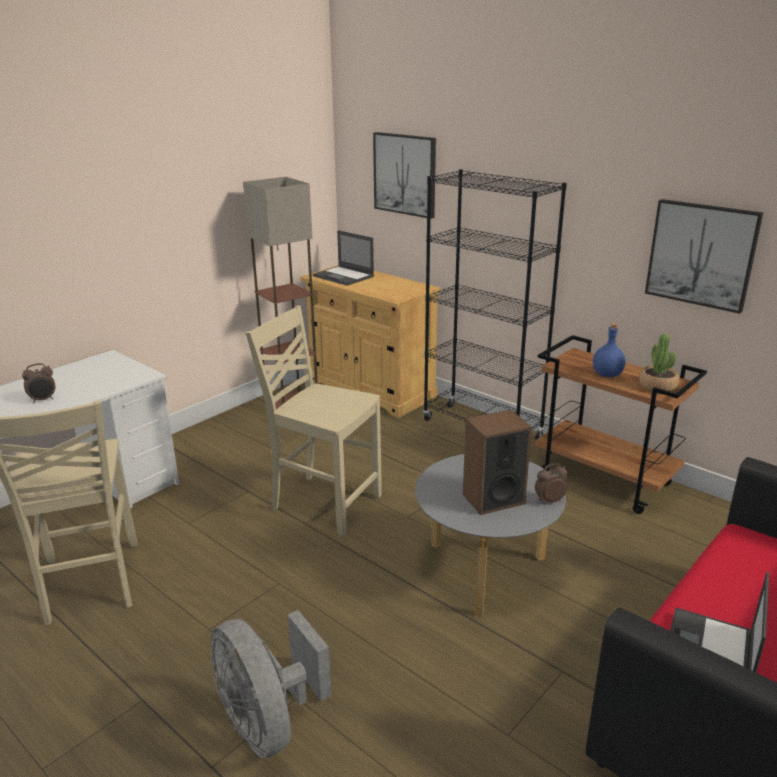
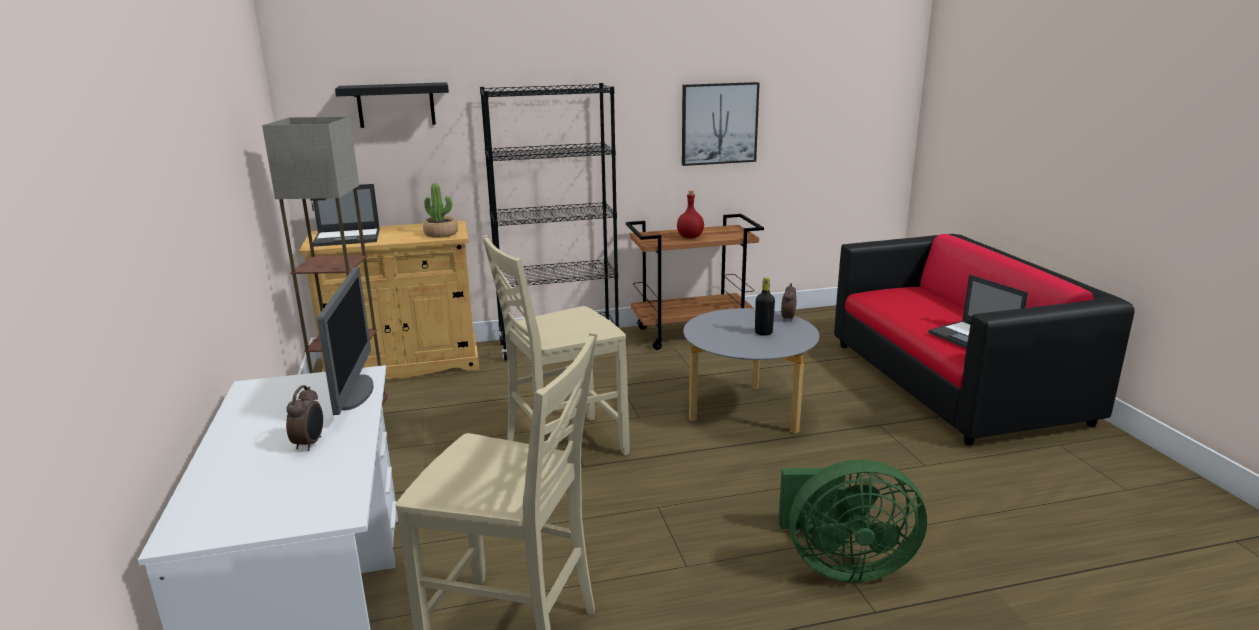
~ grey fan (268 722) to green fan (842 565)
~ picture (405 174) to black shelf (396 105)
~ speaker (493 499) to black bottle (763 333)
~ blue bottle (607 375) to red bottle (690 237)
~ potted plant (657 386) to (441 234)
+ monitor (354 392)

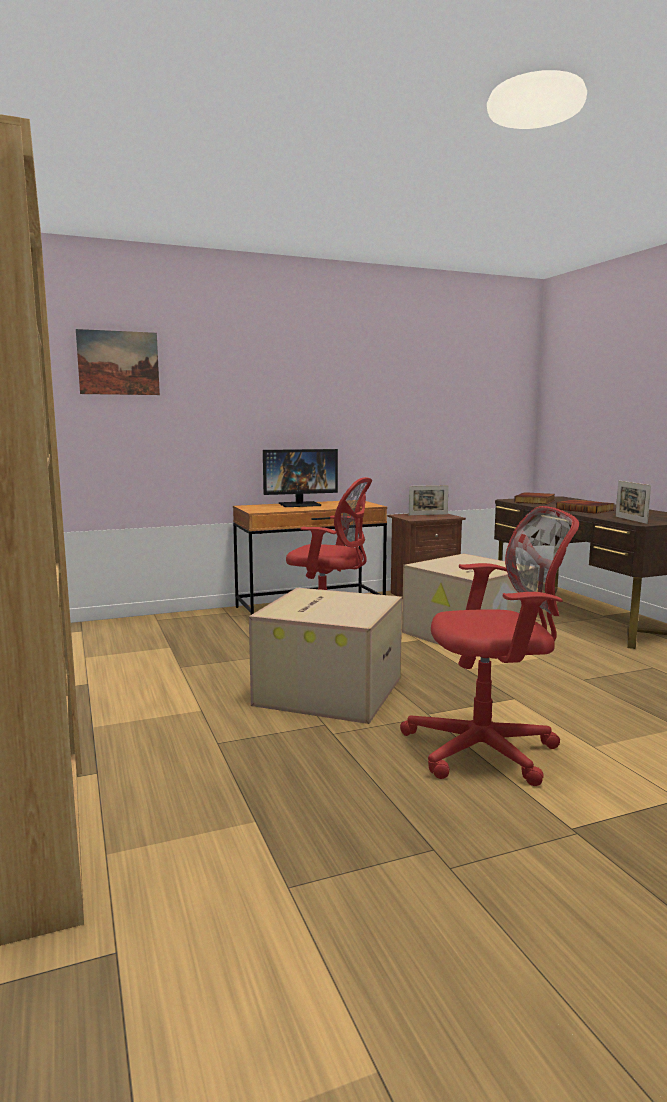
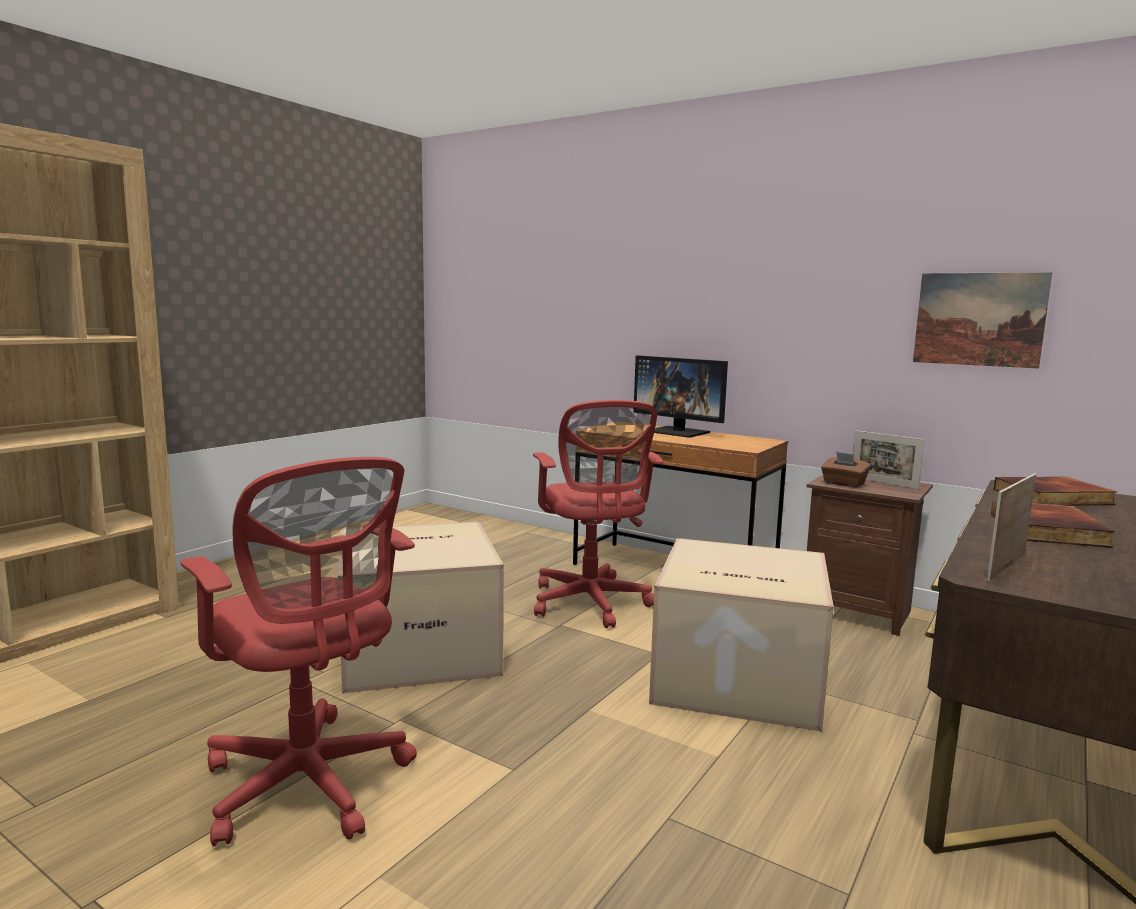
~ picture (118 363) to (979 319)
+ brown tissue box (843 484)

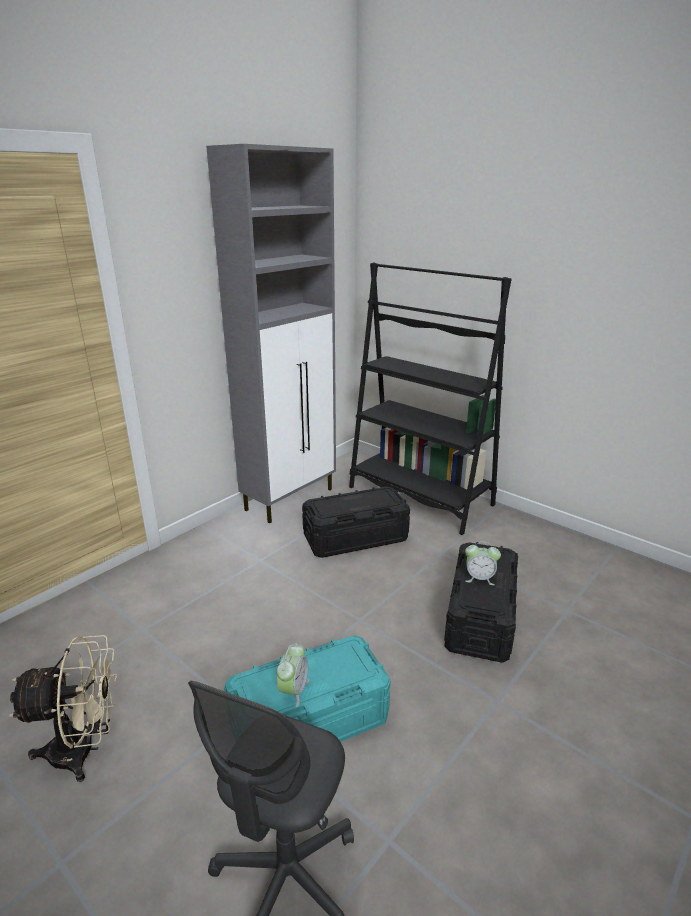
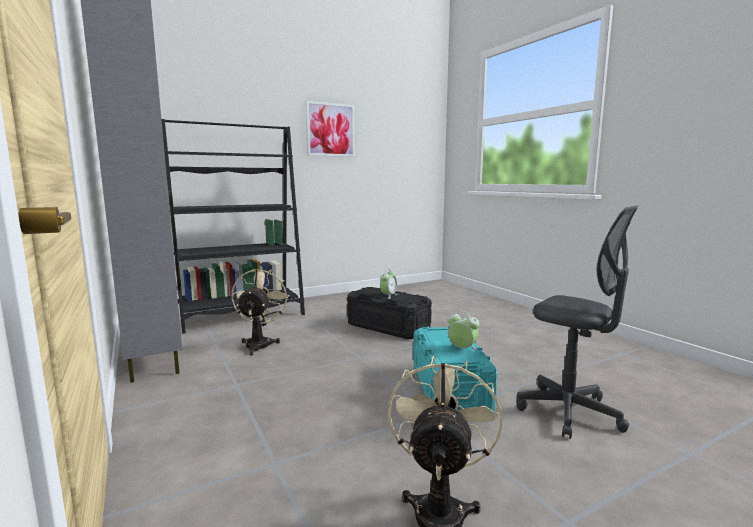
~ black storage box (355 537) to beige fan (260 343)
+ picture (330 130)

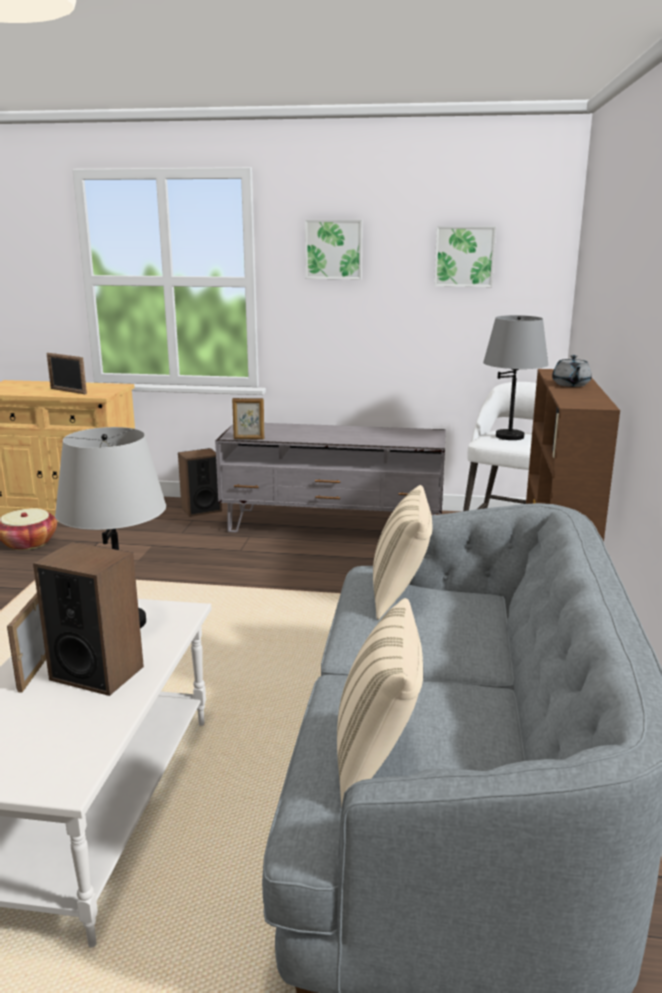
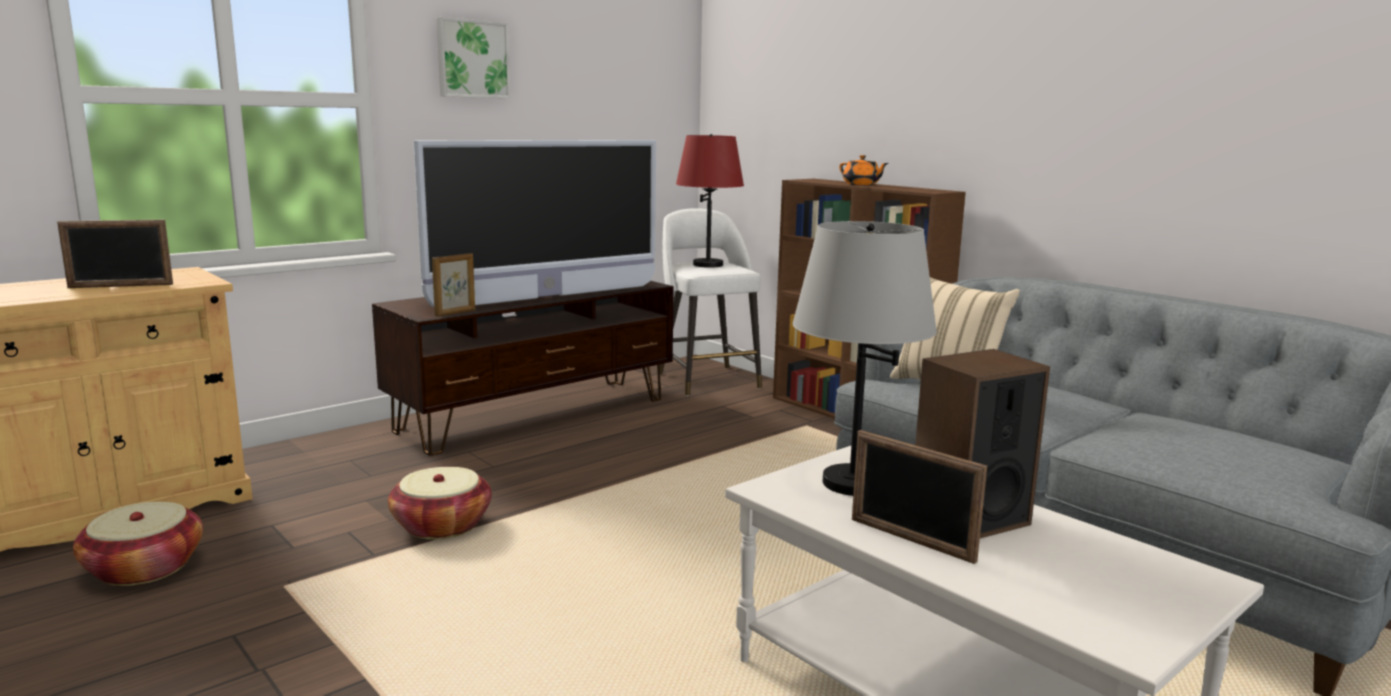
- speaker (201 509)
~ grey tv stand (333 526) to brown tv stand (536 415)
- beige pillow (378 760)
- picture (464 256)
~ grey table lamp (510 436) to red table lamp (707 265)
~ grey teapot (570 385) to orange teapot (861 184)
+ basket (442 525)
+ television (547 297)

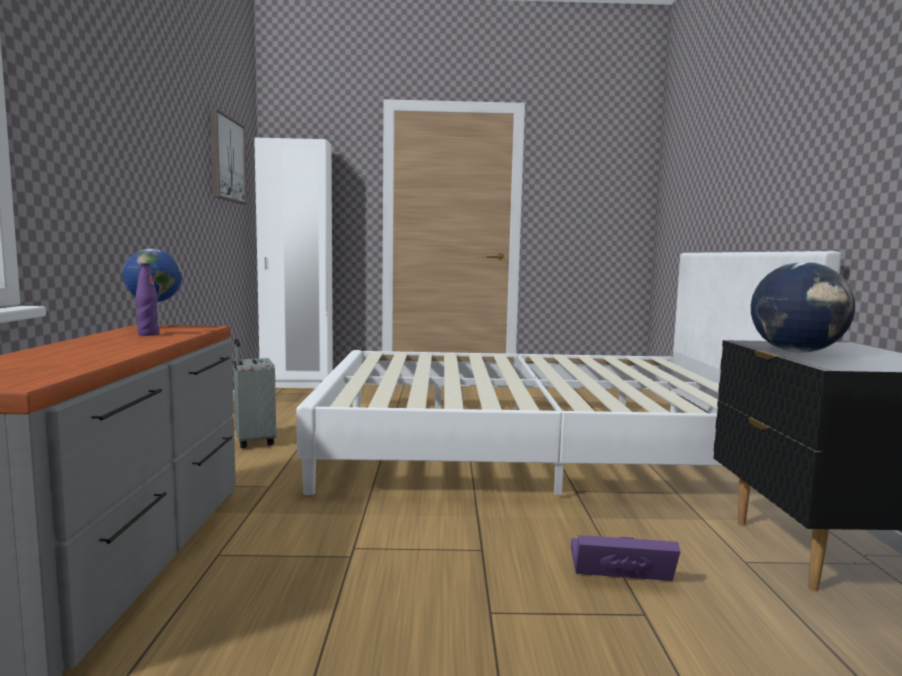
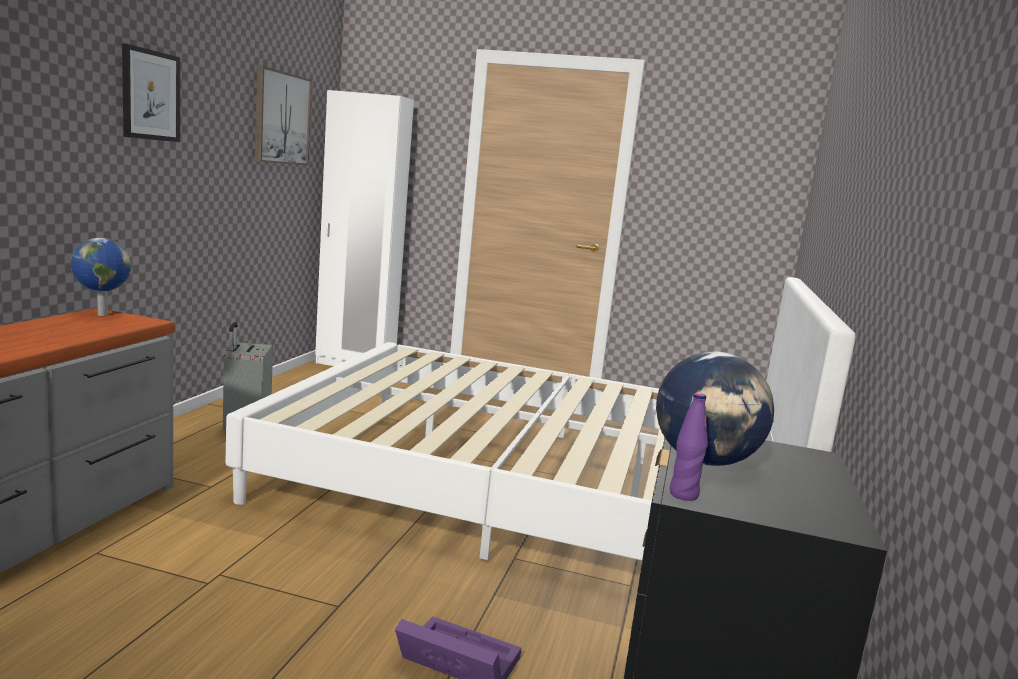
~ purple bottle (148 334) to (683 495)
+ picture (151 95)

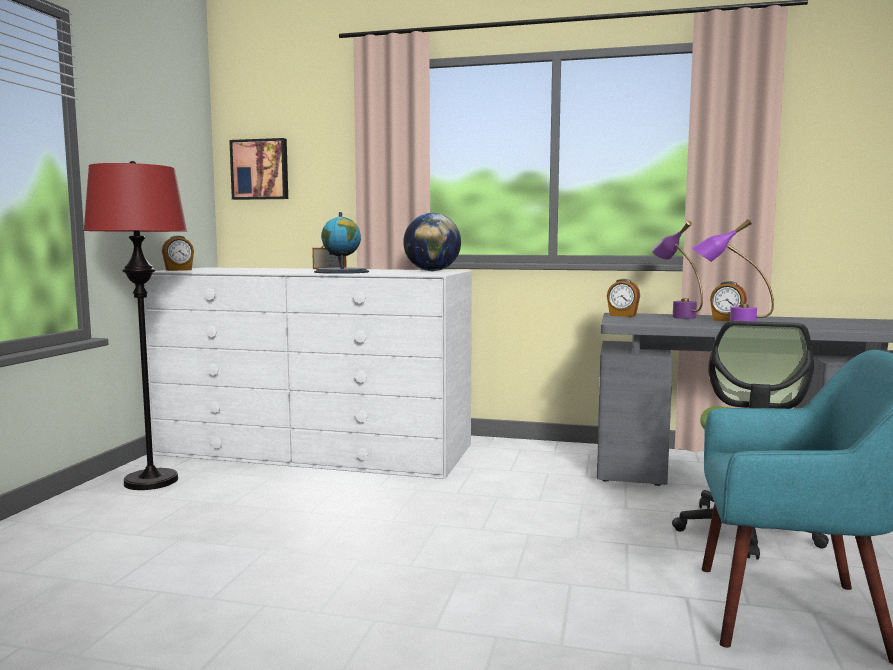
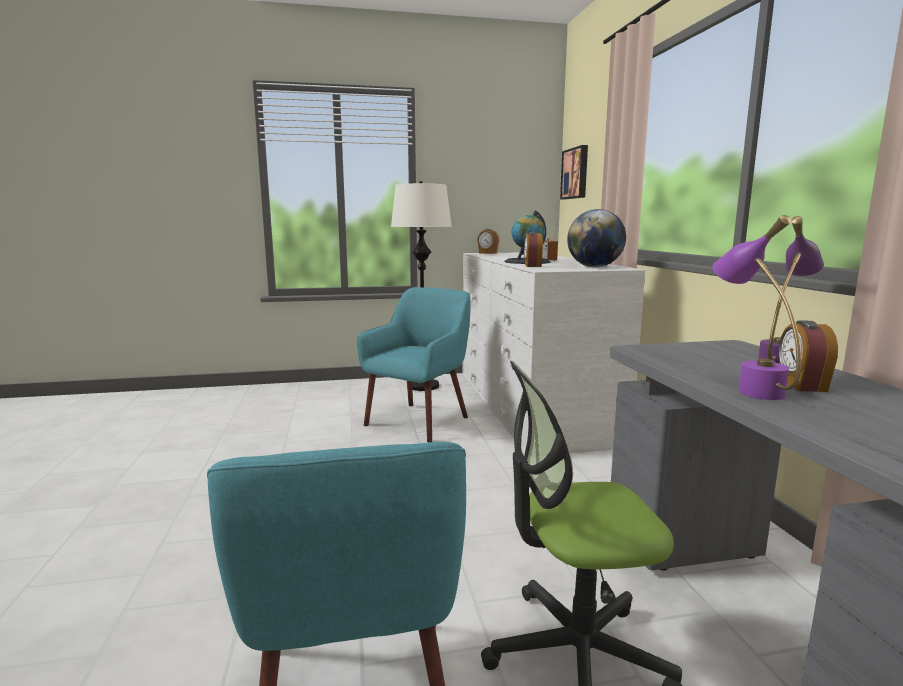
~ red floor lamp (151 481) to white floor lamp (423 386)
~ alarm clock (622 315) to (532 266)
+ turquoise armchair (419 421)

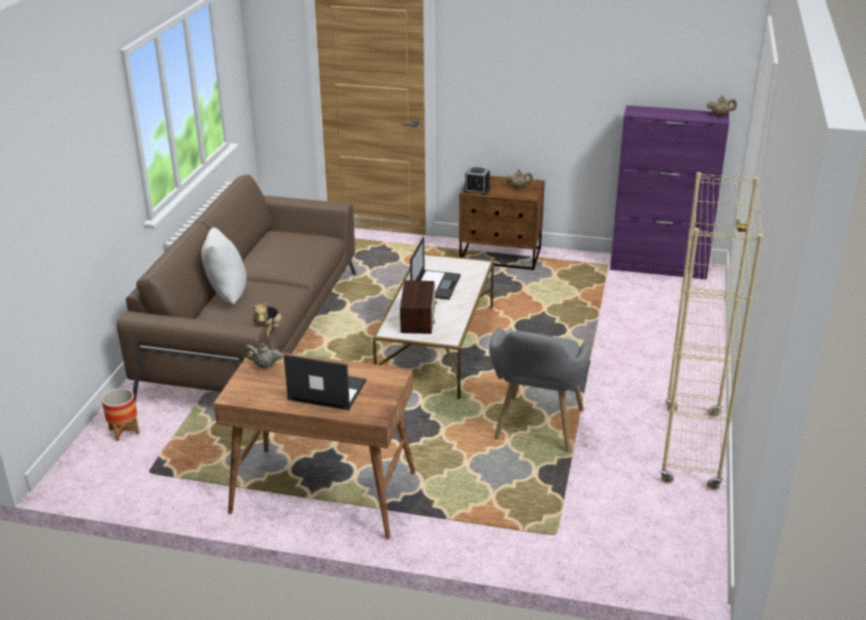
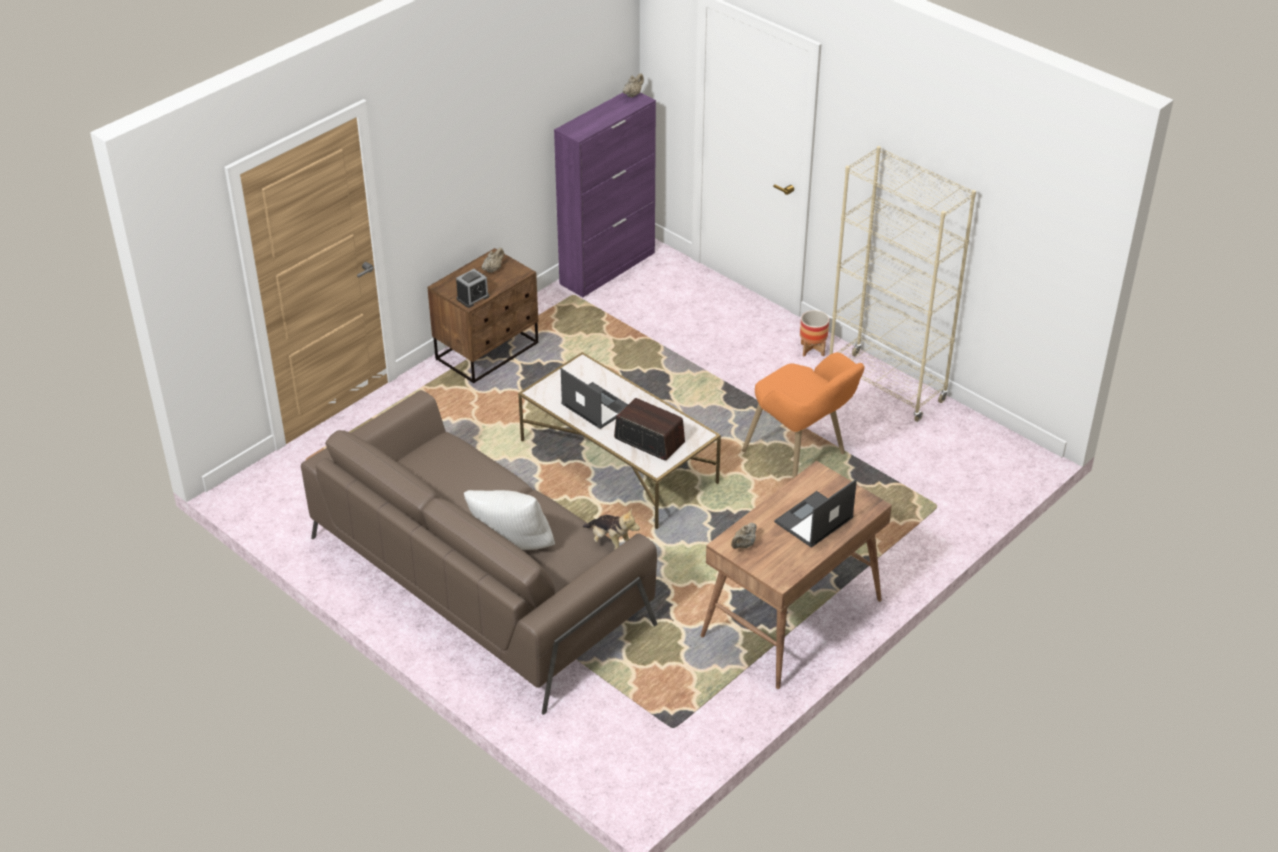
~ planter (124 431) to (812 349)
~ grey armchair (536 433) to orange armchair (803 459)

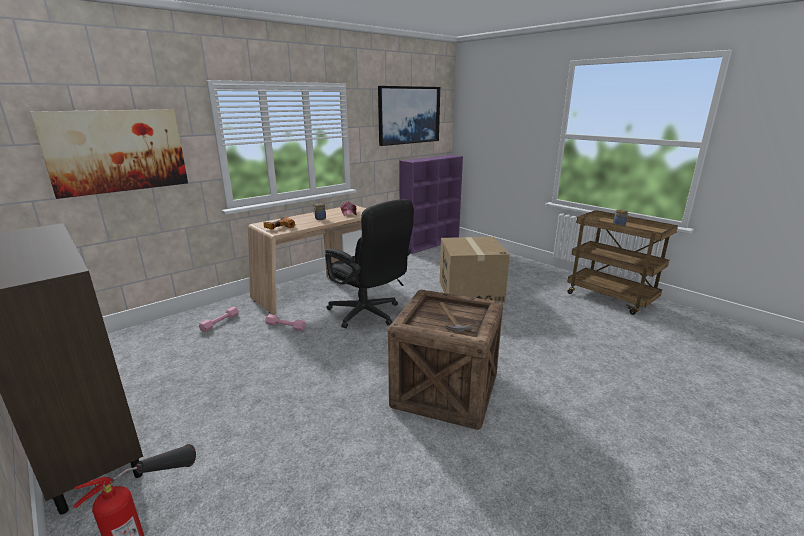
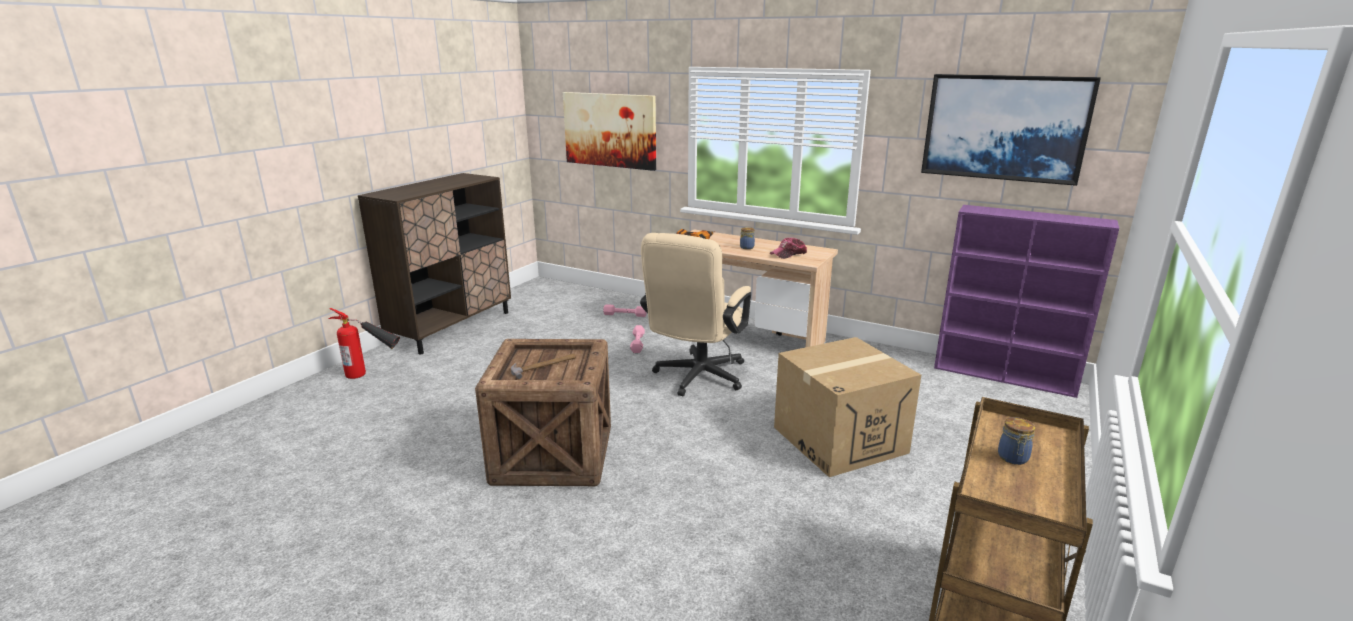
~ black office chair (369 315) to beige office chair (696 379)

